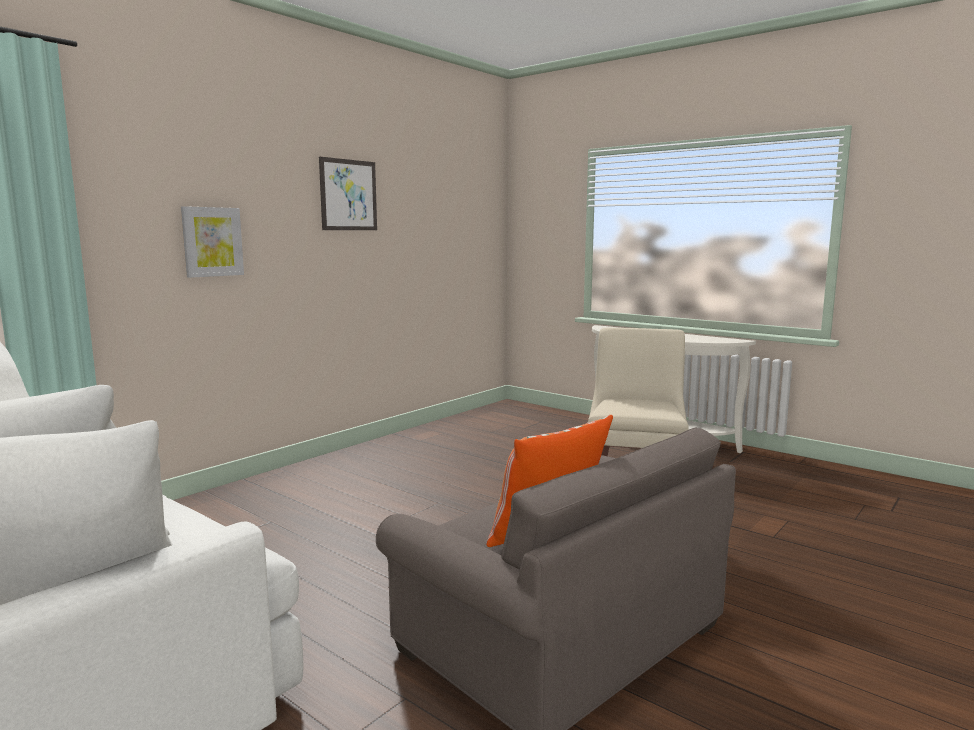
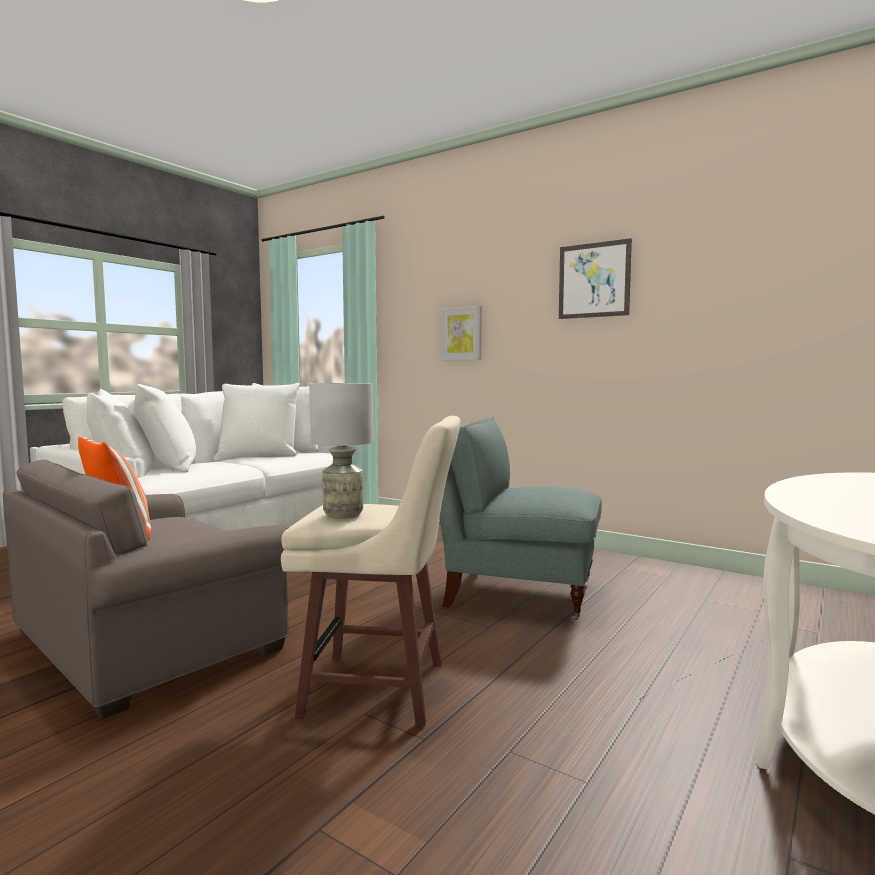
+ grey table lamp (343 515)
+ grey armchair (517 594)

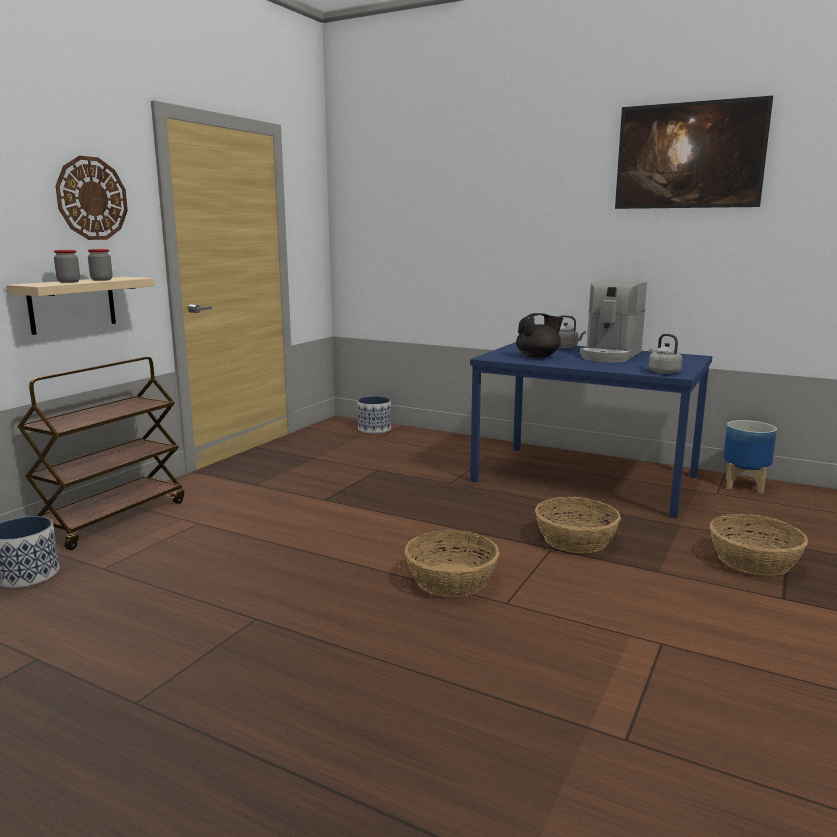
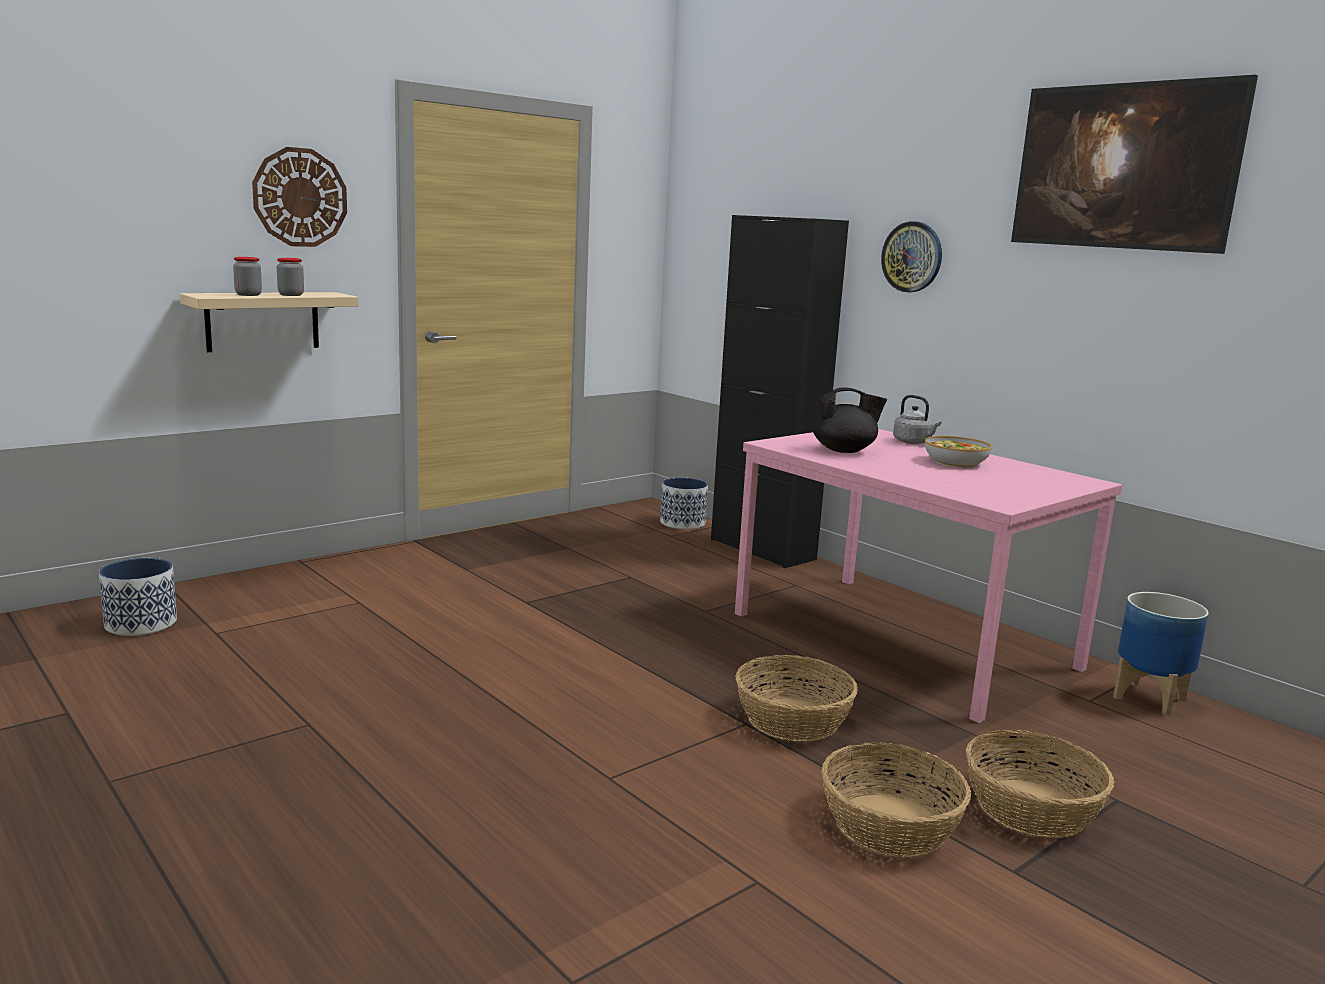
- brown cart (112 518)
~ basket (451 580) to (889 824)
~ blue dining table (586 478) to pink dining table (905 640)
~ coffee machine (610 355) to bowl (956 462)
- grey kettle (662 372)
+ black cabinet (762 549)
+ wall clock (912 257)

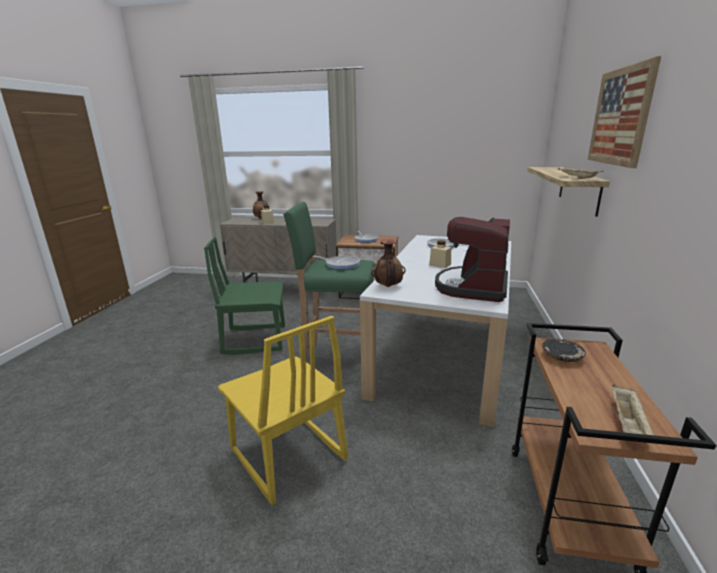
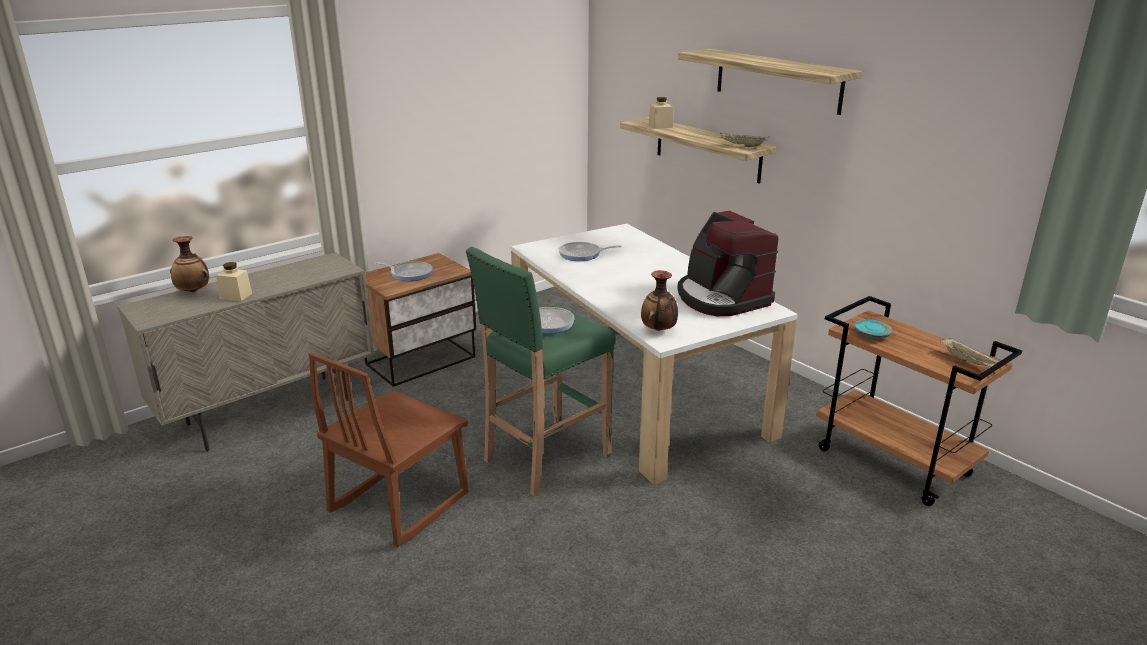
~ green chair (255 339) to brown chair (398 502)
- yellow chair (287 456)
~ beige jar (440 265) to (660 126)
~ black plate (562 356) to turquoise plate (872 334)
~ picture (620 116) to shelf (777 80)

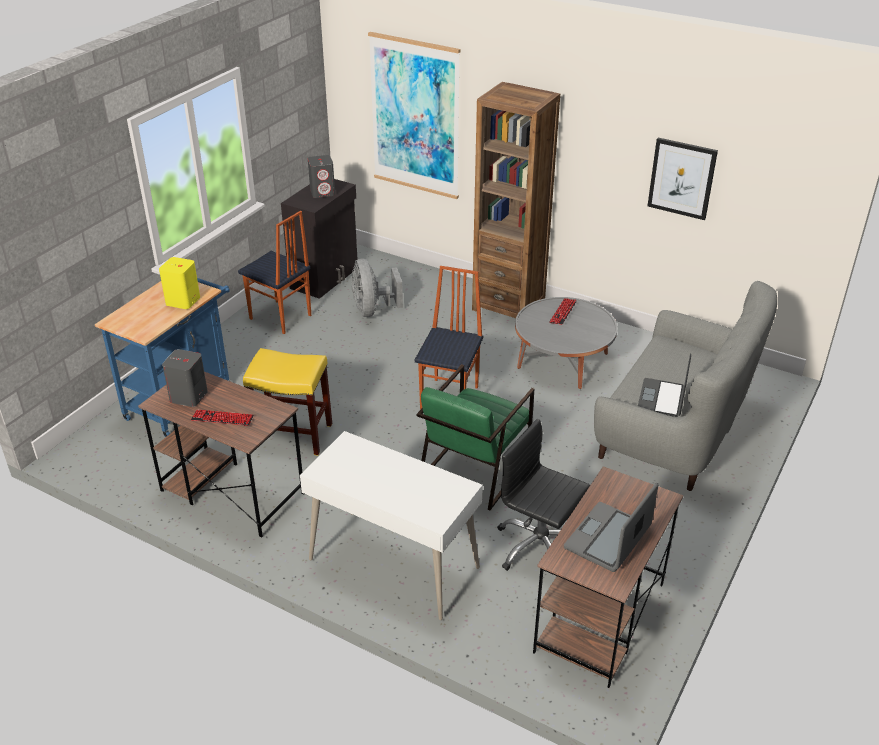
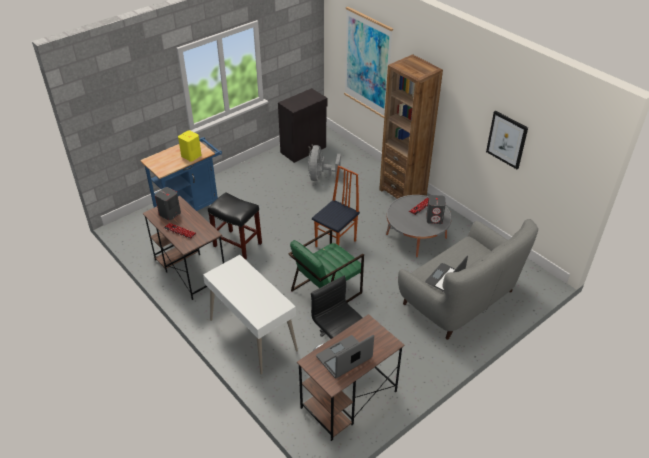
- chair (280 318)
~ yellow stool (294 435) to black stool (238 245)
~ grey speaker (323 192) to (434 219)

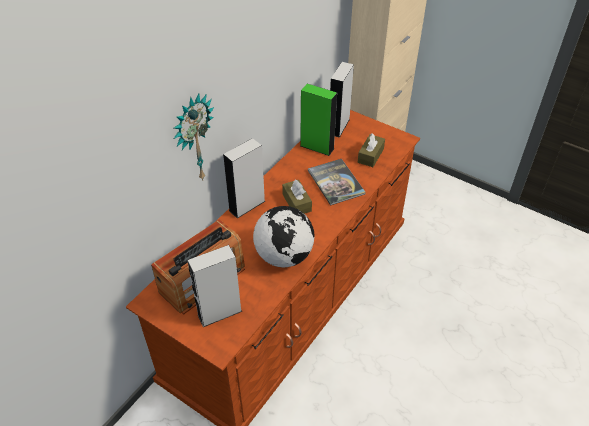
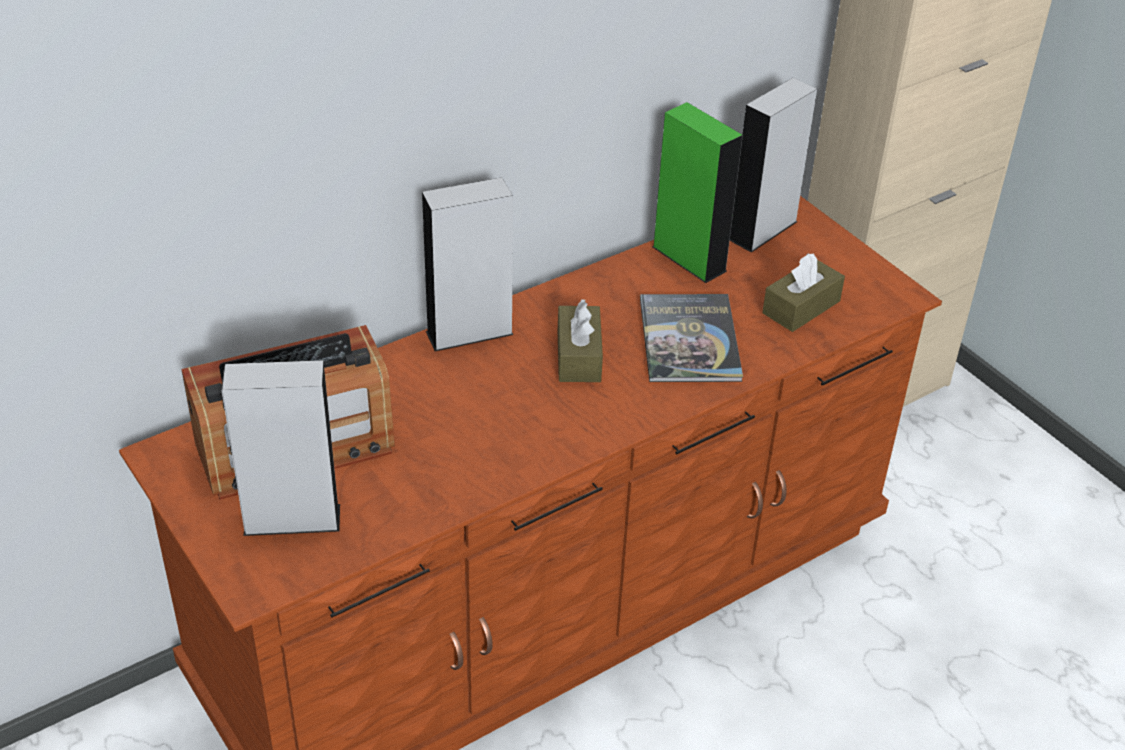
- wall clock (193 139)
- globe (284 256)

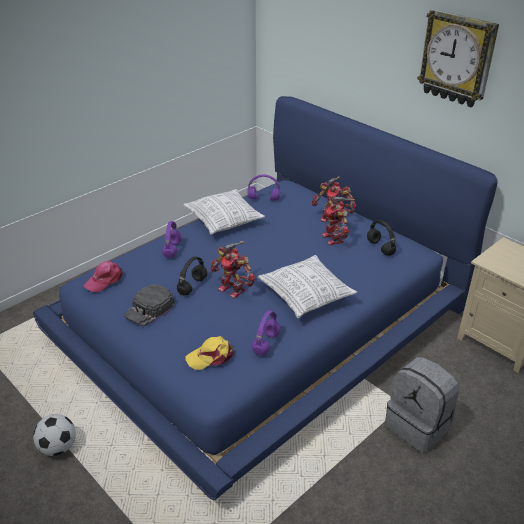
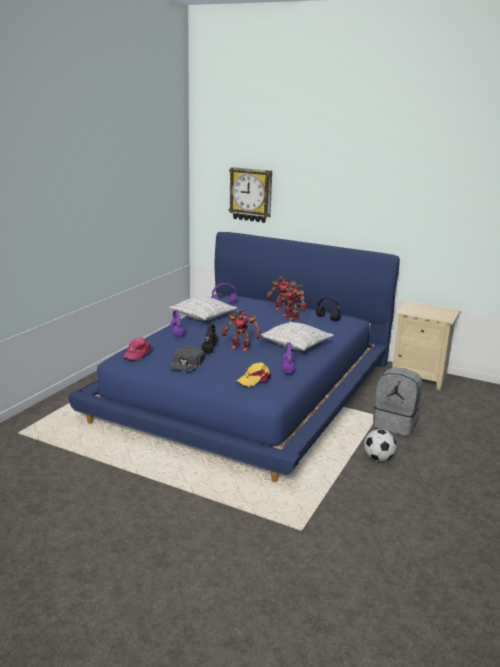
~ football (58 447) to (378 458)
~ wall clock (457 58) to (251 195)

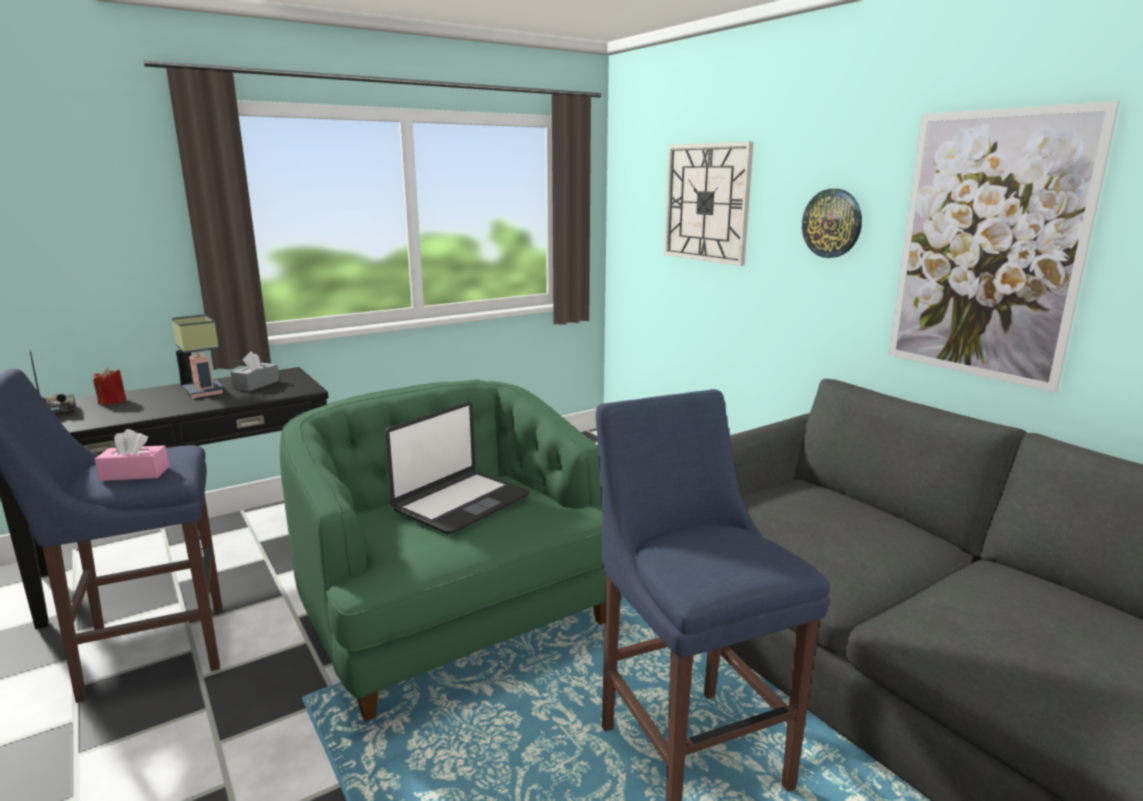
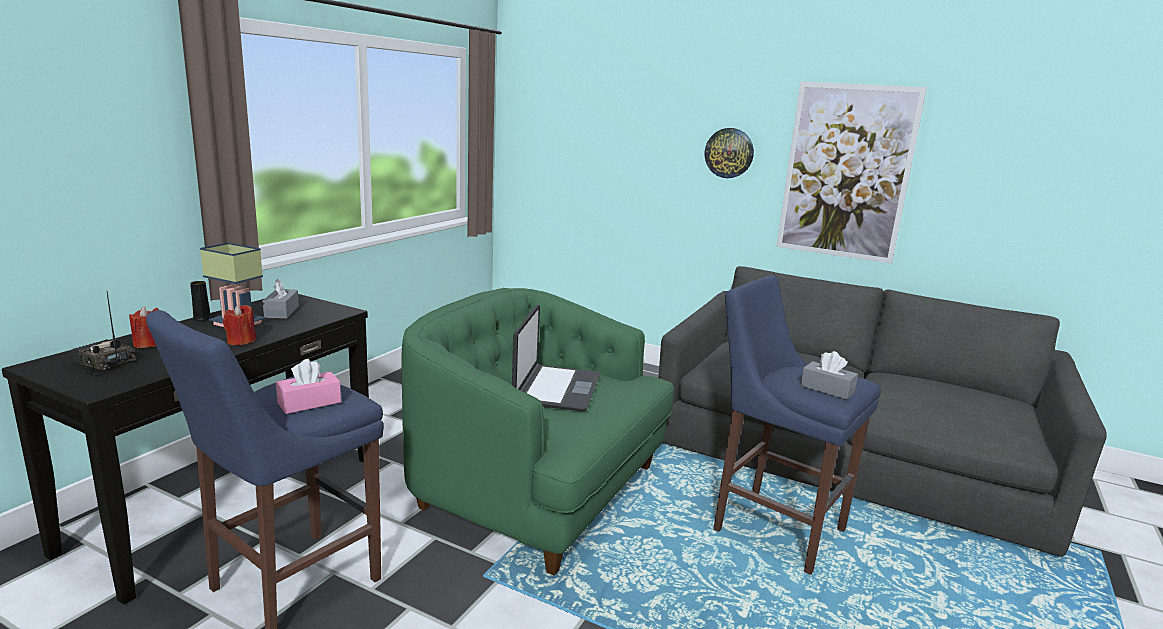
- wall clock (706 203)
+ red candle (241 341)
+ grey tissue box (827 389)

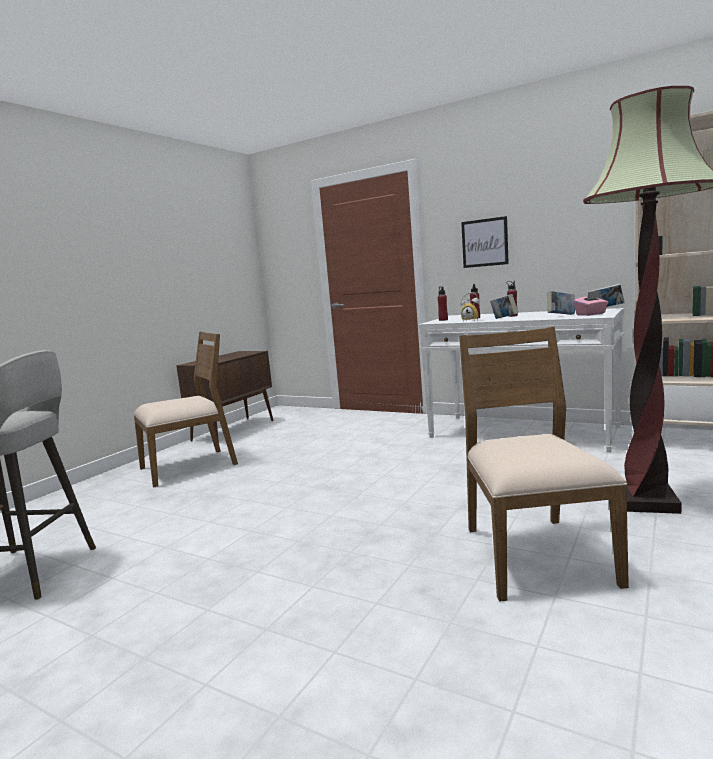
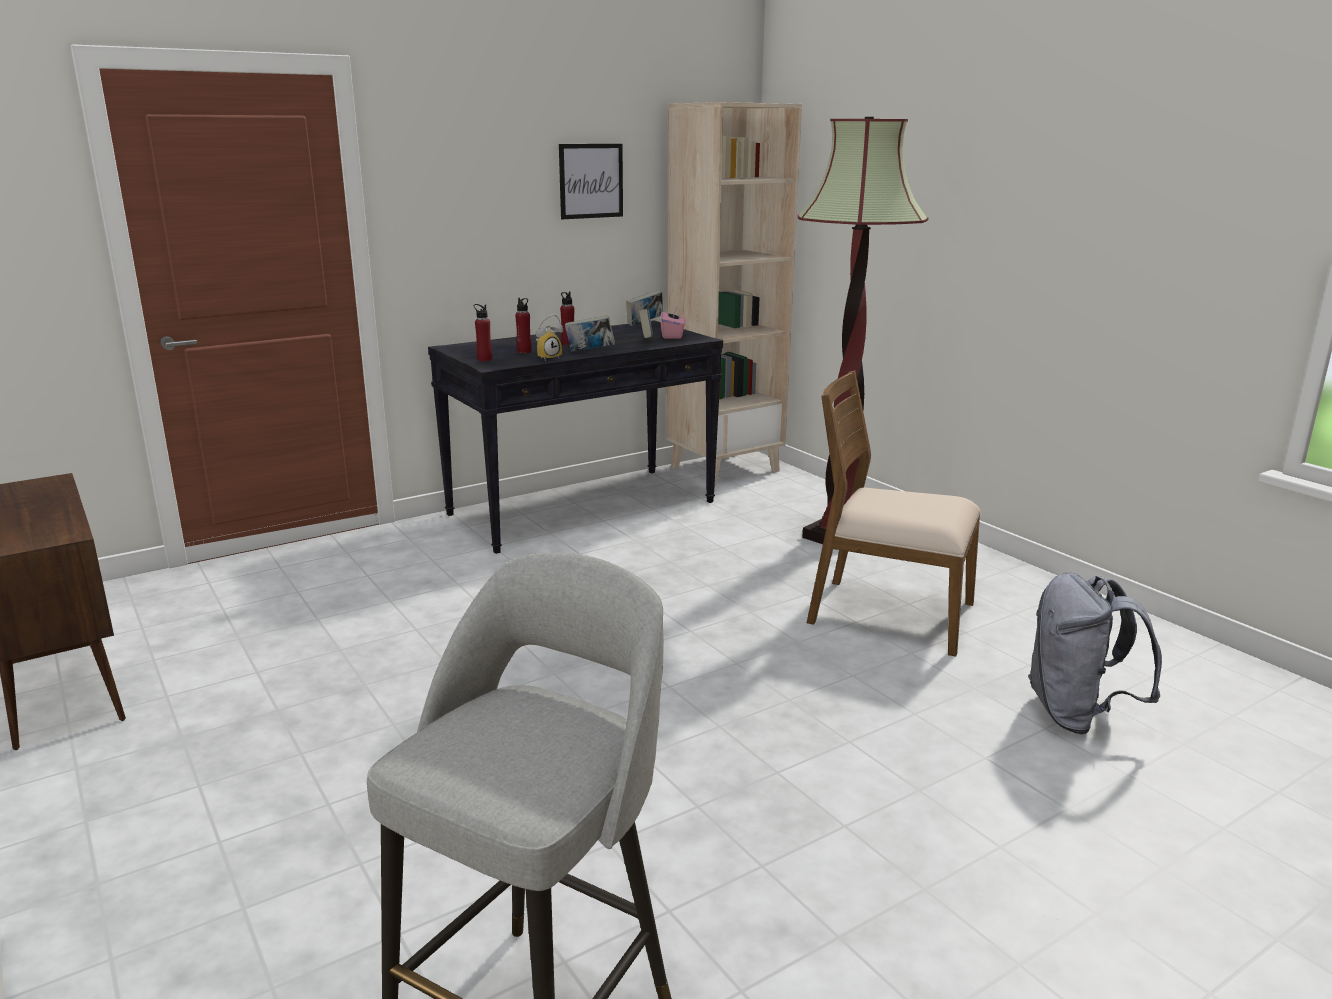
- brown chair (189 466)
~ white console table (523 432) to black console table (583 508)
~ picture (484 242) to (591 181)
+ grey backpack (1077 715)

